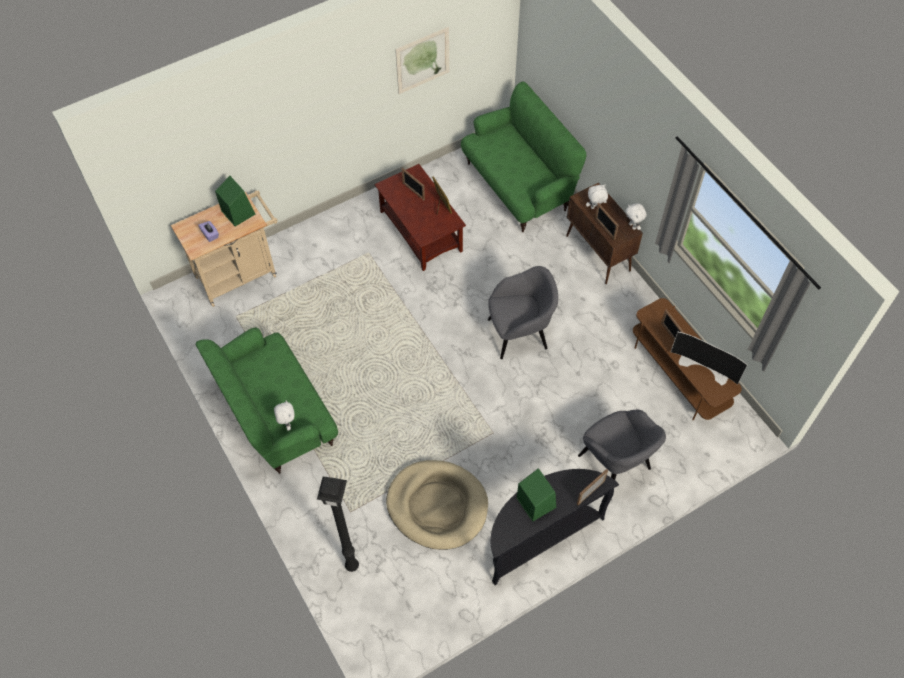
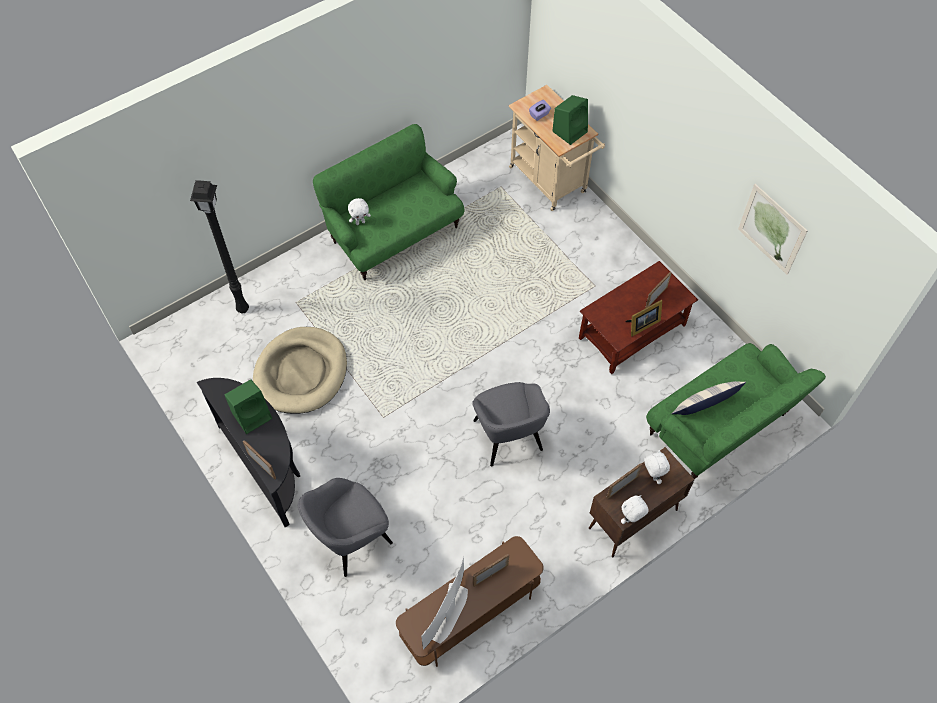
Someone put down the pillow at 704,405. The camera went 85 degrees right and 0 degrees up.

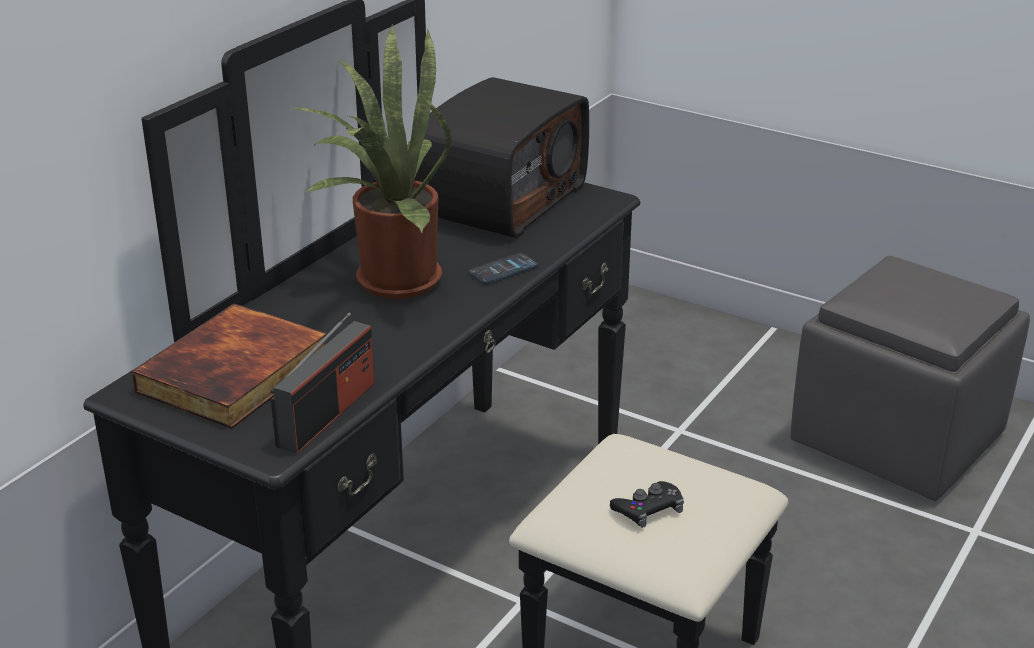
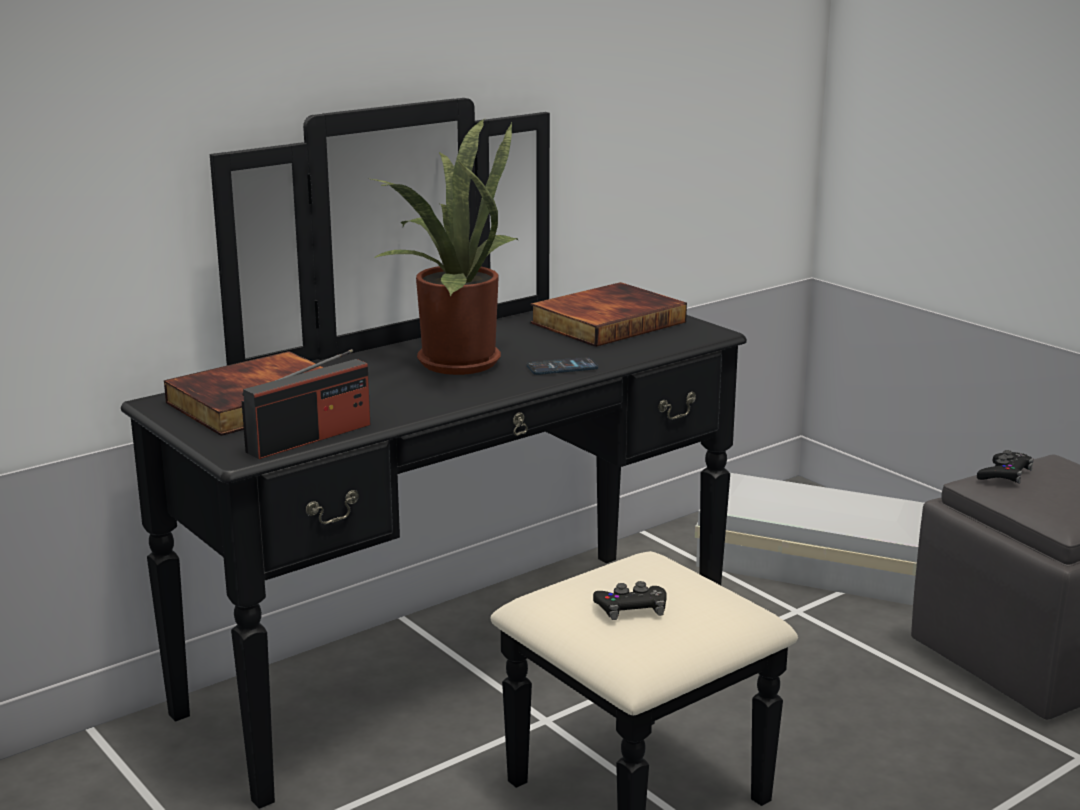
Someone swapped the radio at 501,199 for the book at 607,321. Someone put down the white storage box at 810,561. Someone put down the black game controller at 1005,474. The camera went 20 degrees right and 10 degrees down.

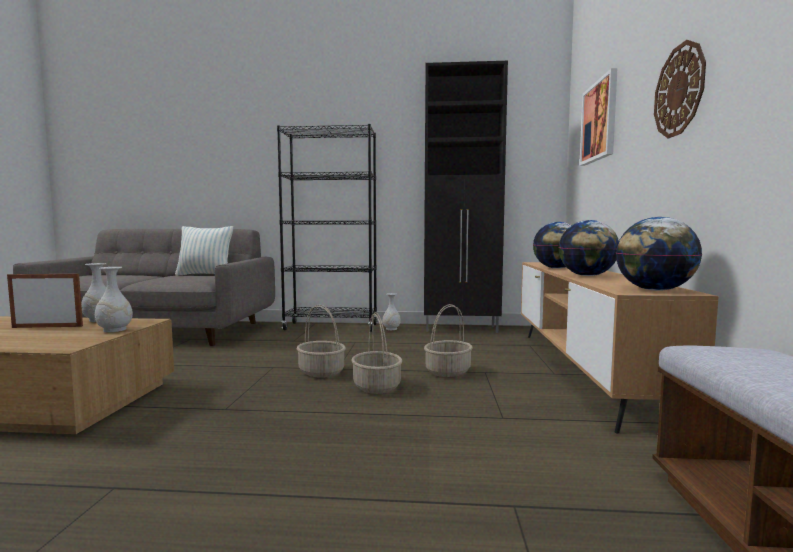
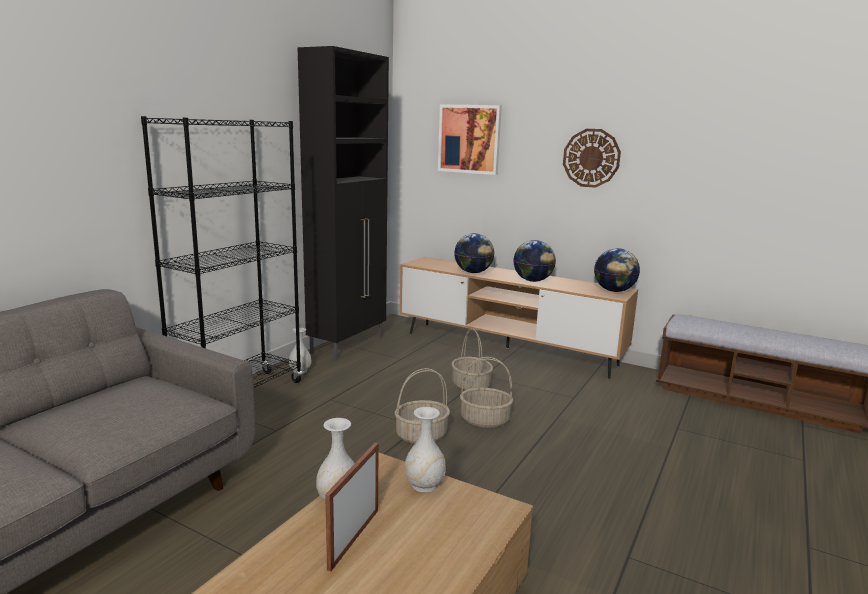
Someone took away the pillow at 205,275. The camera went 65 degrees left and 10 degrees up.

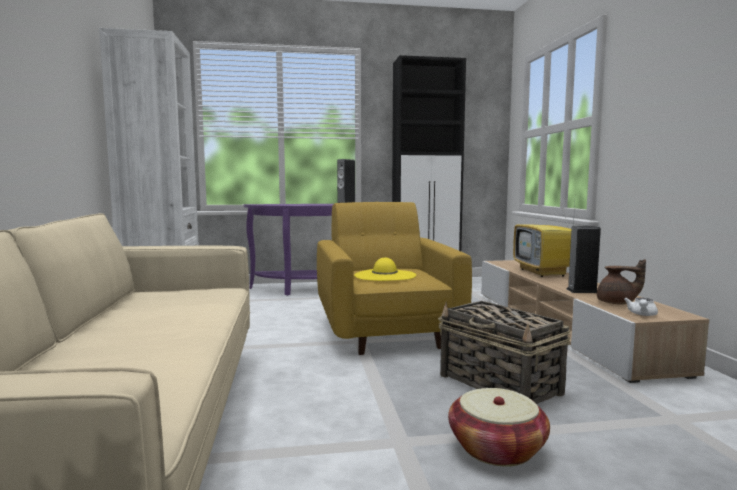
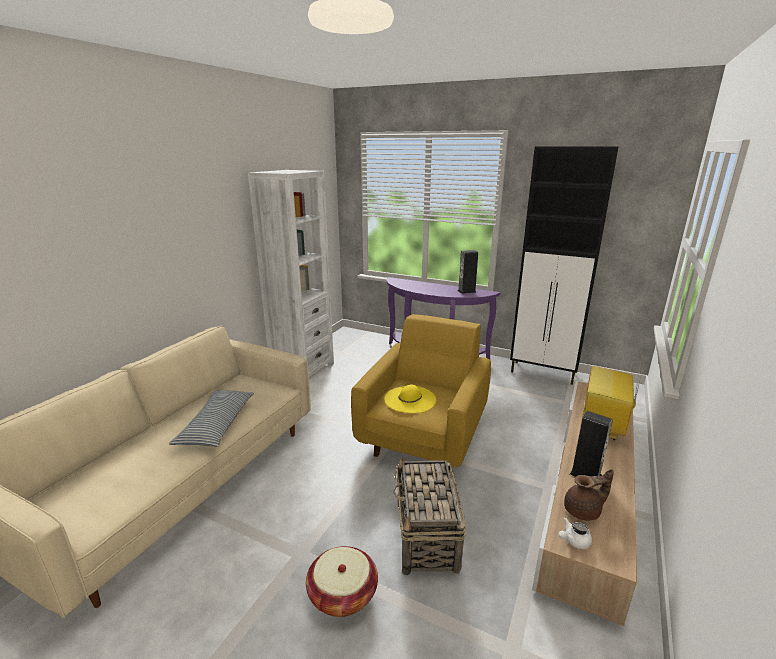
Someone rotated the brown teapot at 617,303 by 60 degrees counterclockwise. Someone put down the pillow at 217,425. The camera went 35 degrees right and 15 degrees up.

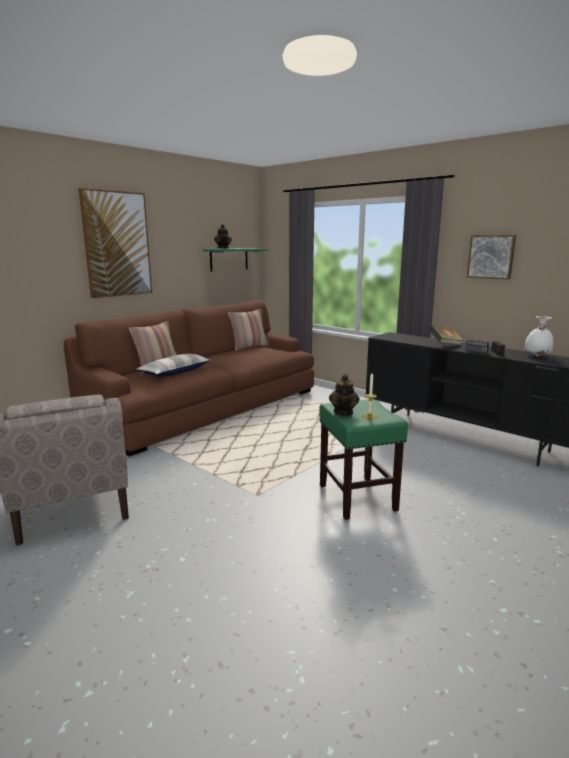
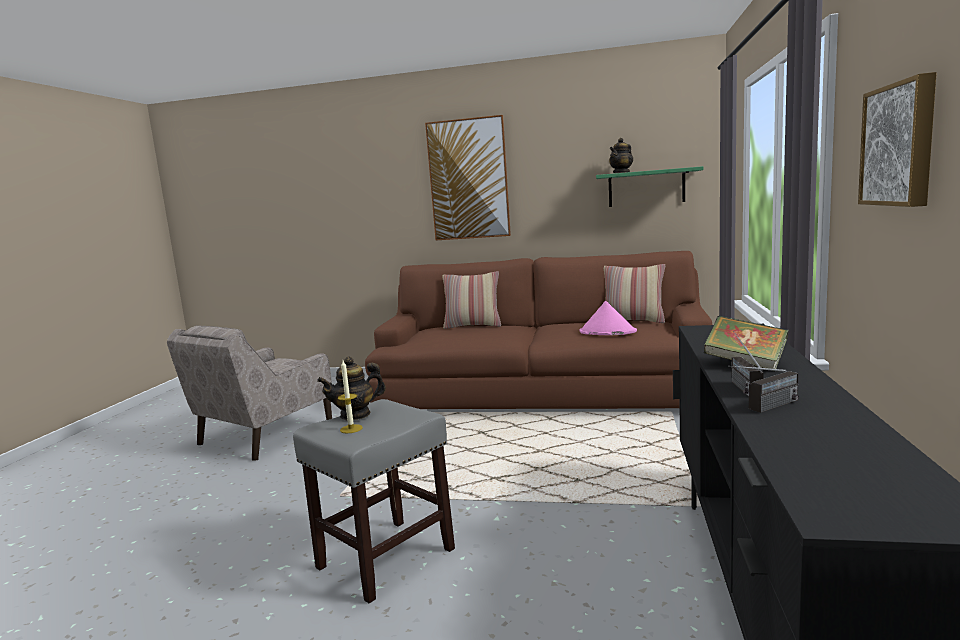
Someone took away the pillow at 175,372. Someone repainted the green stool at 358,497, which became the grey stool at 384,559. Someone took away the white vase at 536,356. Someone put down the pink hat at 607,332. The camera went 60 degrees right and 5 degrees down.

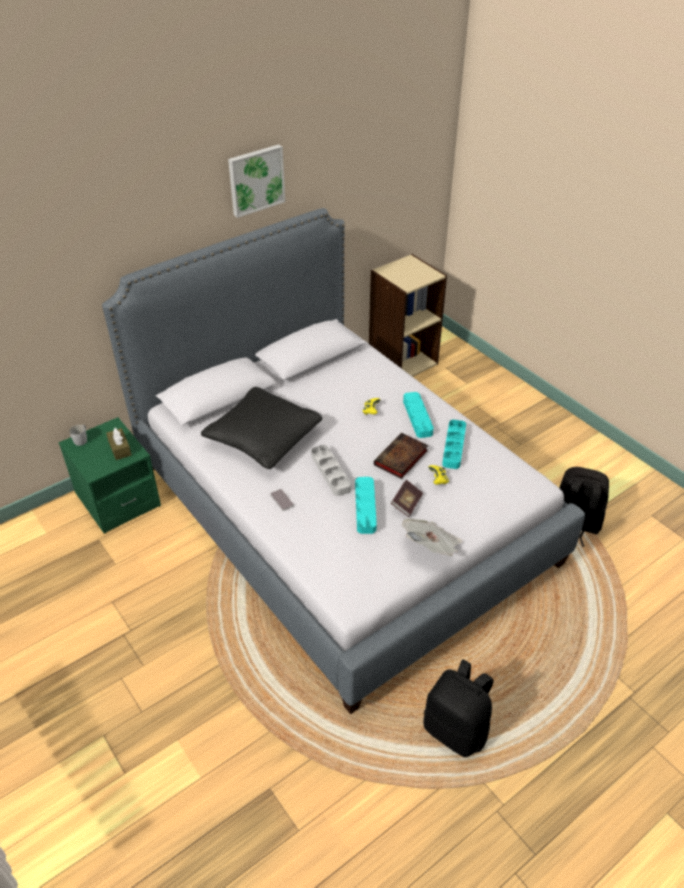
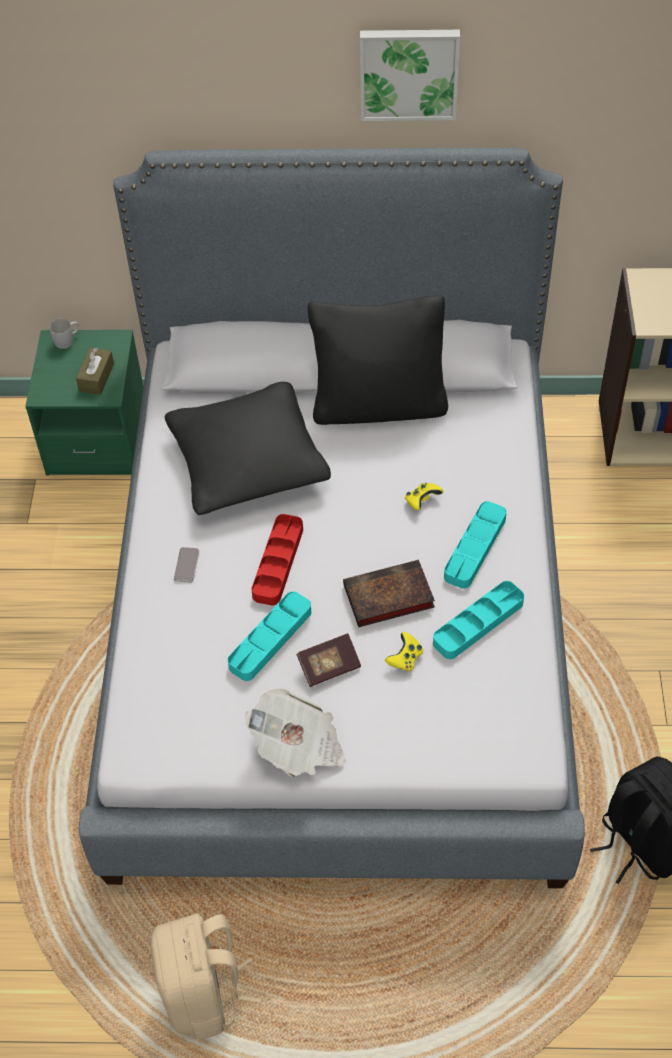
Someone repainted the grey tray at 330,472, which became the red tray at 278,562. Someone repainted the black backpack at 456,730, which became the beige backpack at 205,994. Someone put down the black pillow at 379,405. The camera went 40 degrees right and 10 degrees up.

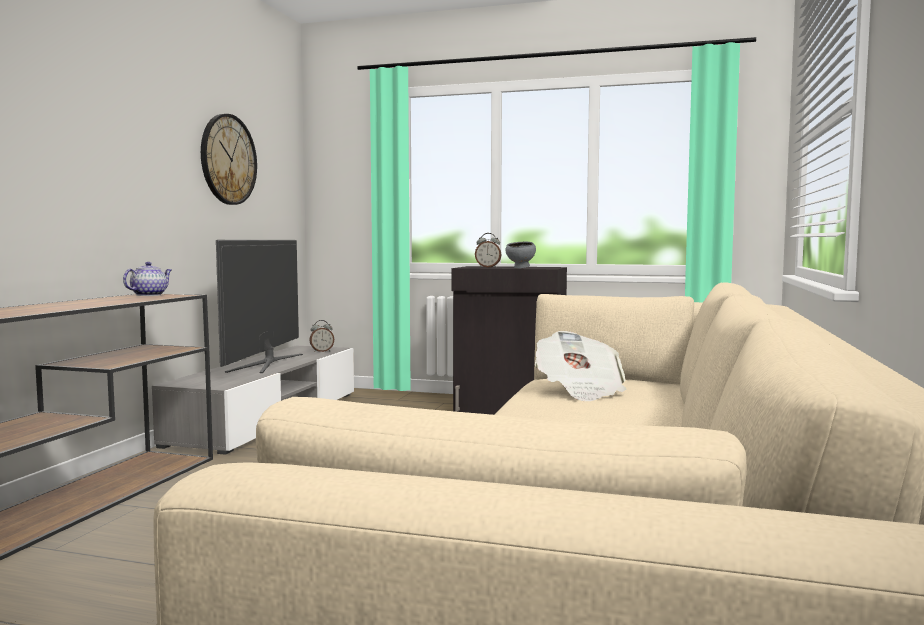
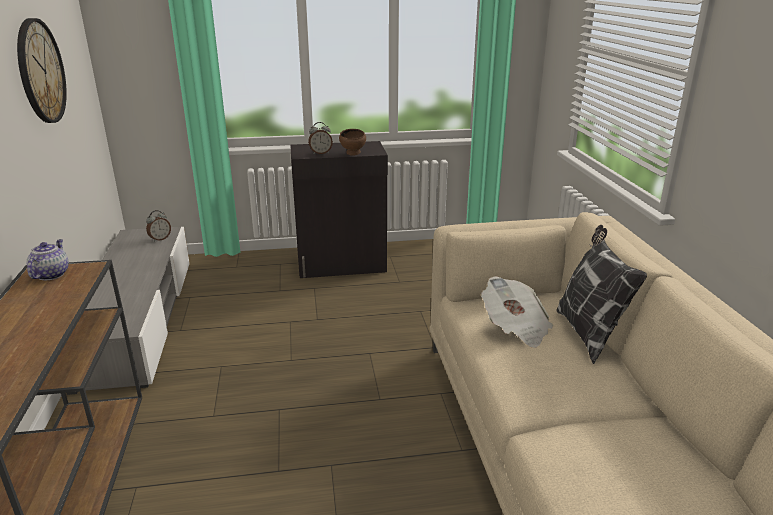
Someone took away the television at 266,362. Someone repainted the grey bowl at 521,268, which became the brown bowl at 353,154. Someone put down the pillow at 588,333. The camera went 25 degrees left and 20 degrees up.

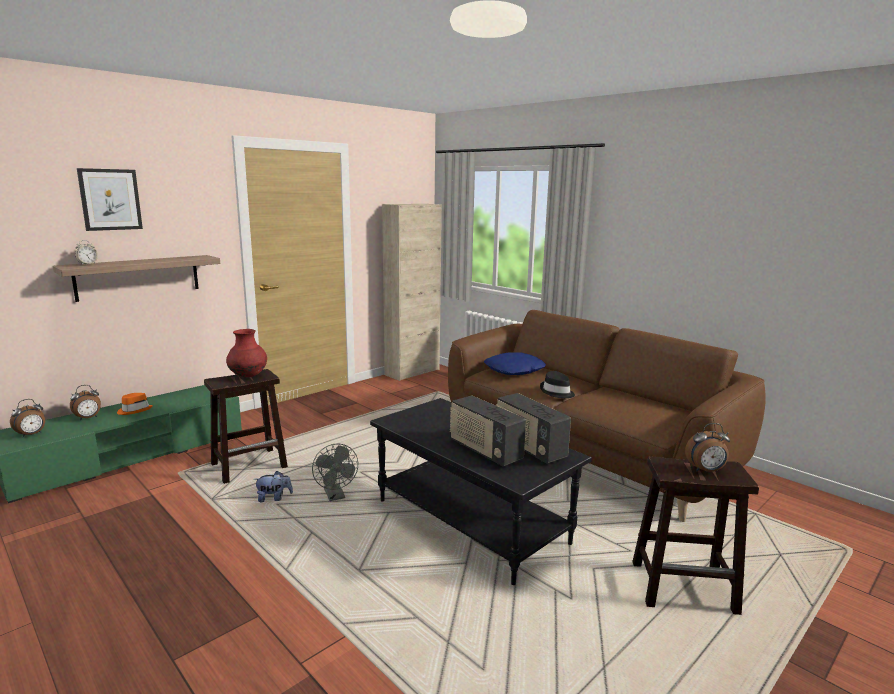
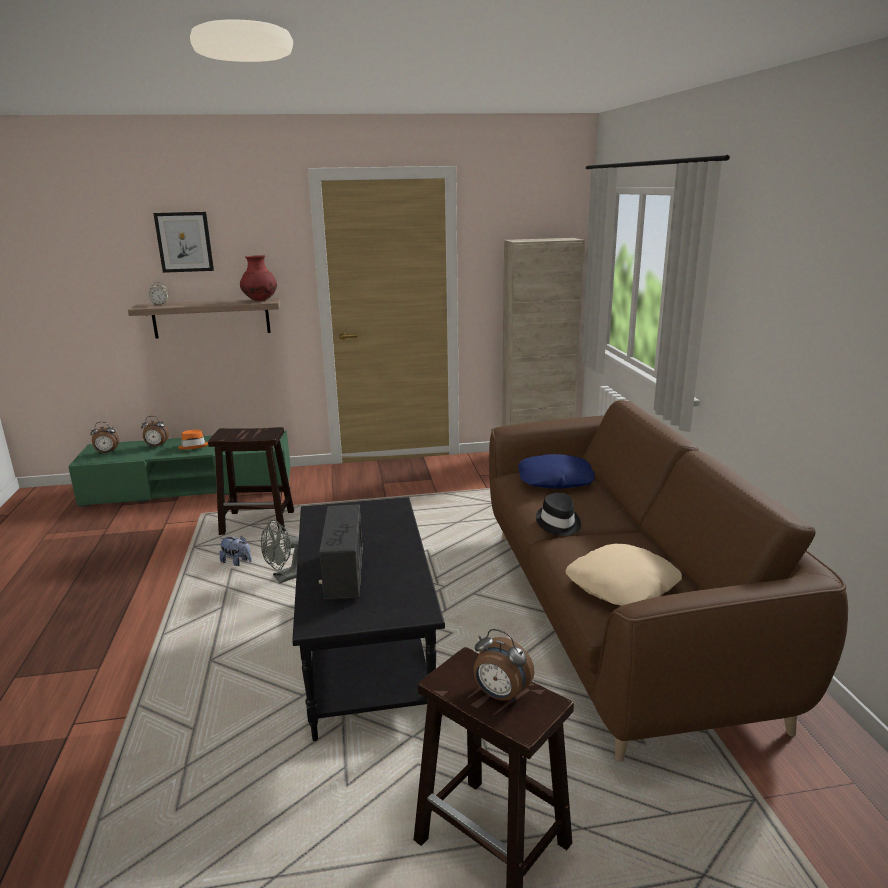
Someone carried the red vase from 248,376 to 260,301. Someone rotated the grey fan at 336,496 by 45 degrees clockwise. Someone took away the radio at 529,448. Someone put down the beige pillow at 623,585. The camera went 35 degrees right and 5 degrees up.

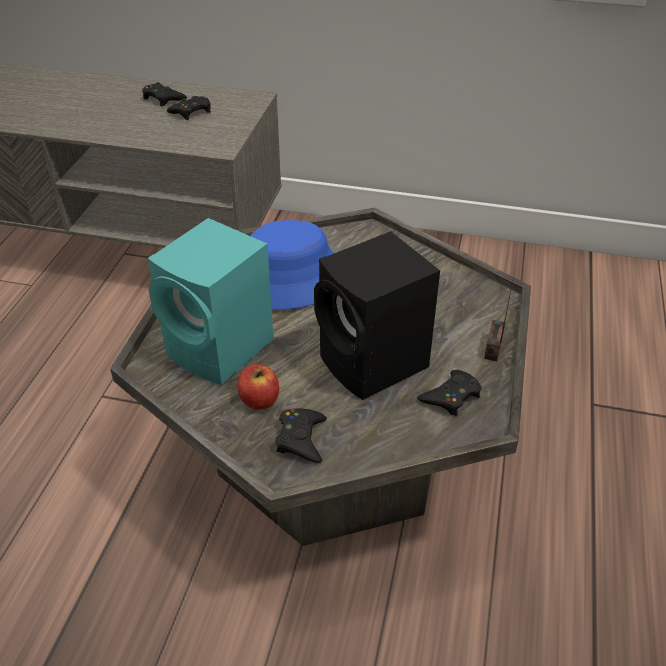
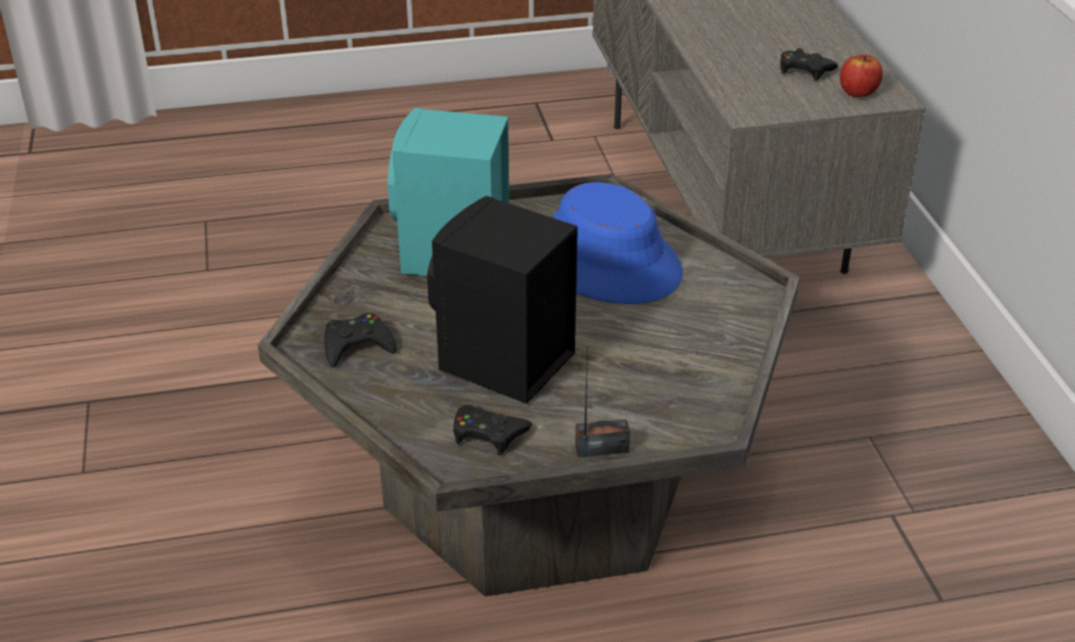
Someone took away the black game controller at 163,98. Someone carried the apple from 259,400 to 858,92. The camera went 65 degrees right and 5 degrees down.

